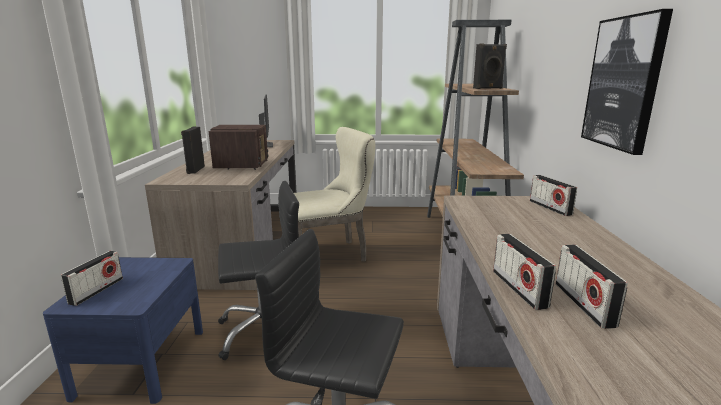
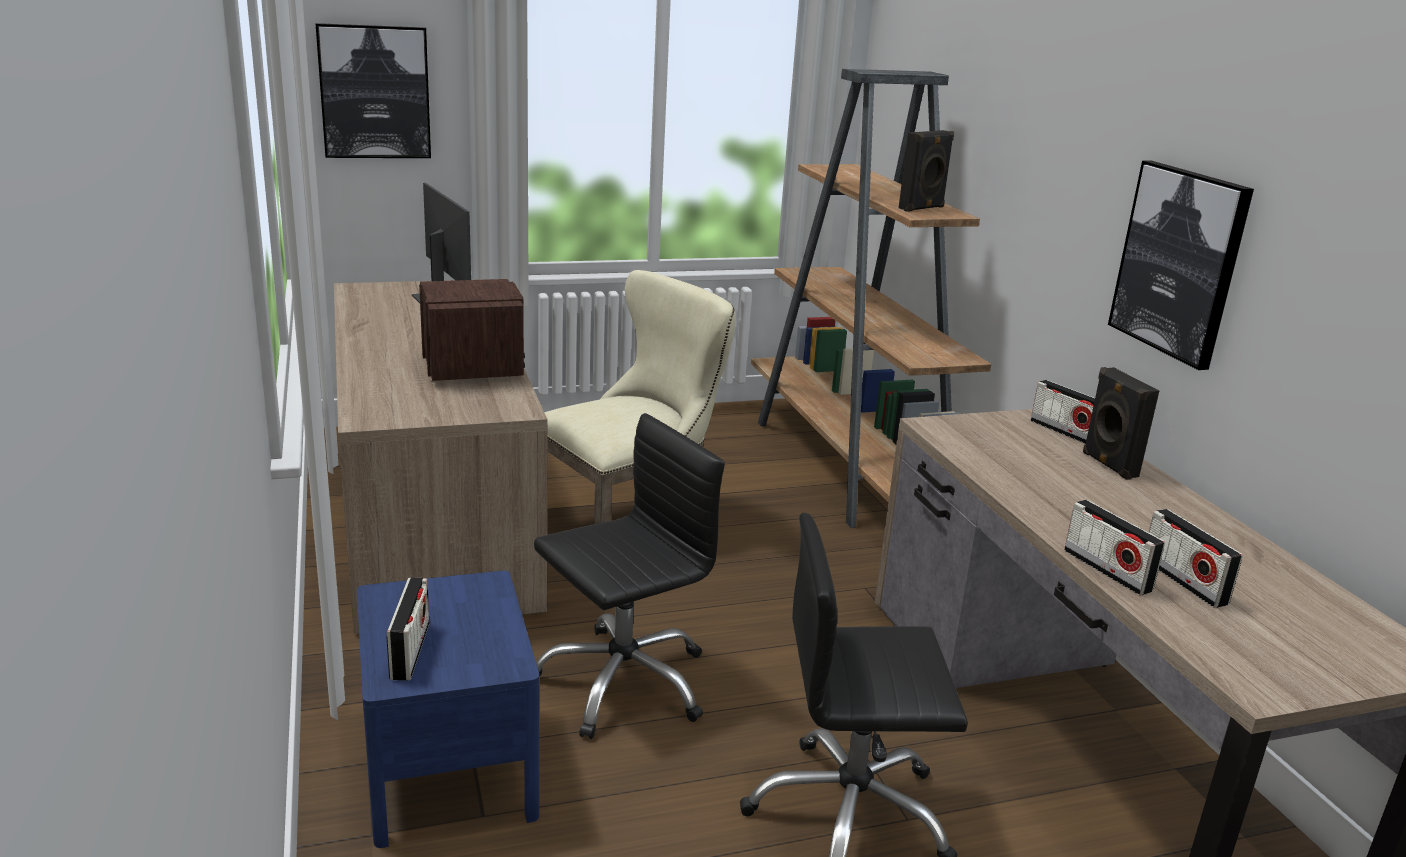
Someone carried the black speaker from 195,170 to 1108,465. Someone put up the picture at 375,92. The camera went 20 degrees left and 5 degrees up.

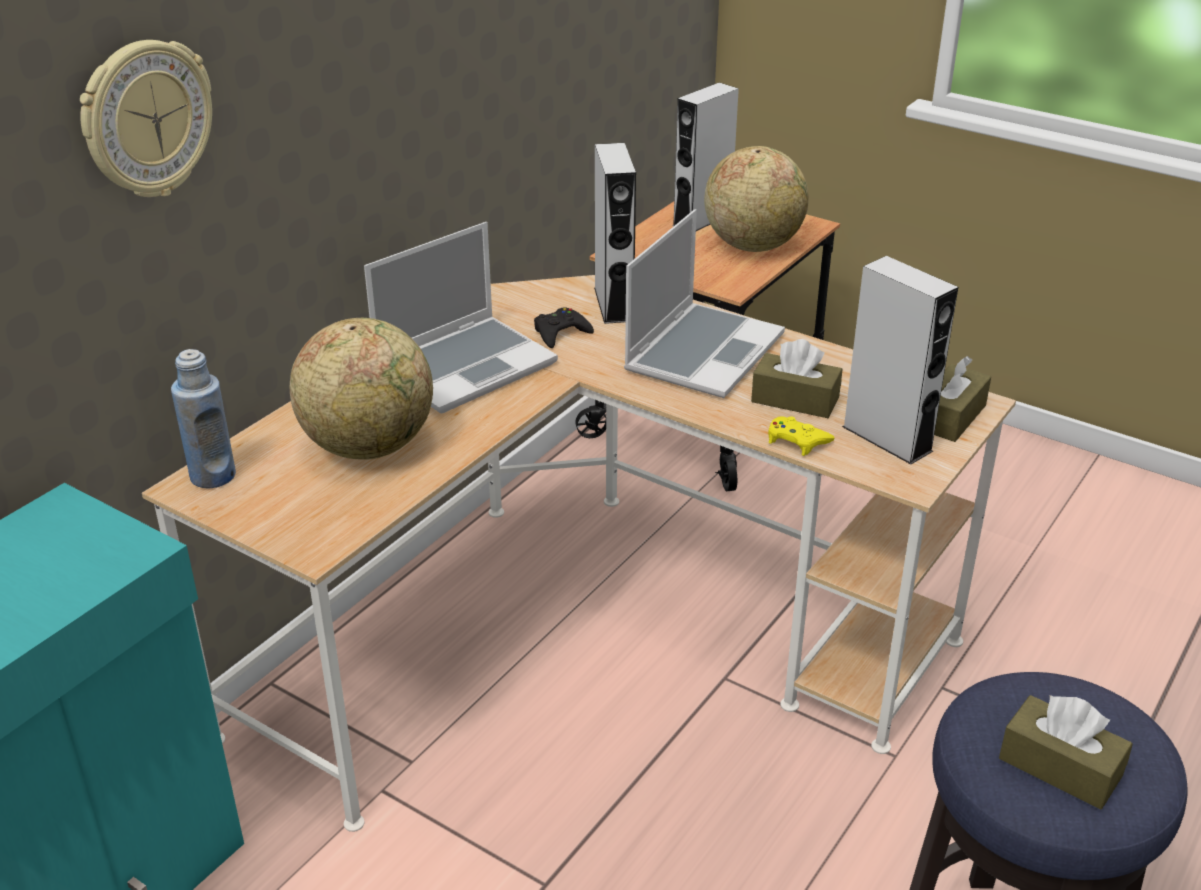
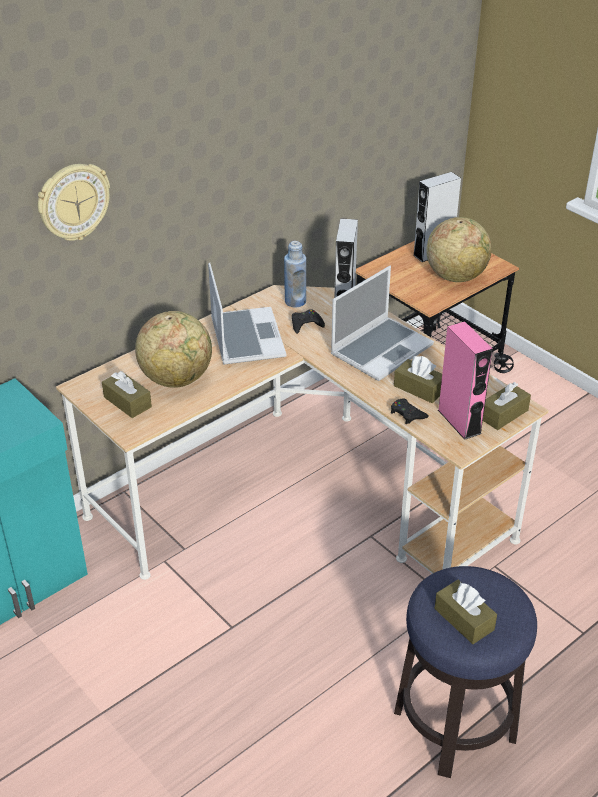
Someone carried the blue bottle from 212,476 to 295,301. Someone rotated the laptop at 466,366 by 75 degrees counterclockwise. Someone repainted the yellow game controller at 797,440, which became the black game controller at 407,414. Someone repainted the grey speaker at 887,438, which became the pink speaker at 459,421. Someone put down the brown tissue box at 127,402. The camera went 15 degrees right and 5 degrees up.

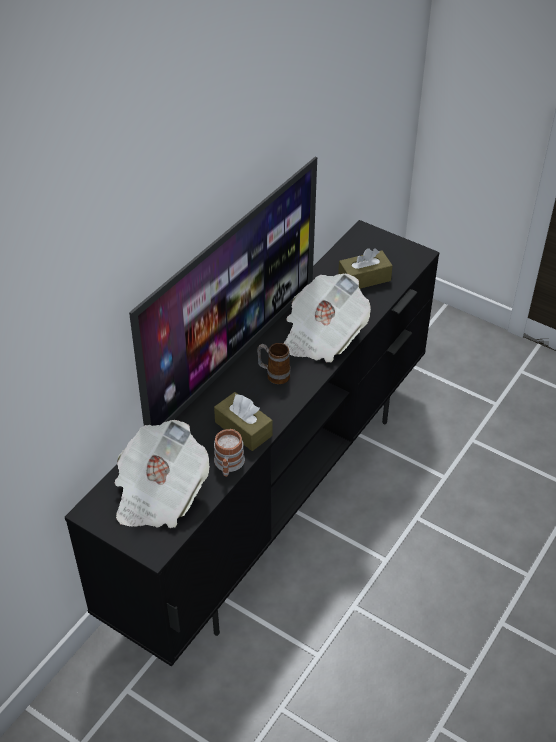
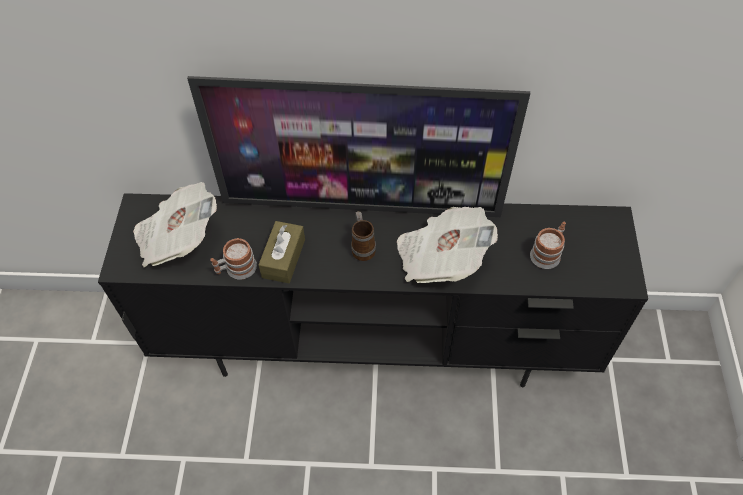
Someone swapped the brown tissue box at 364,278 for the mug at 548,253. The camera went 60 degrees right and 10 degrees up.

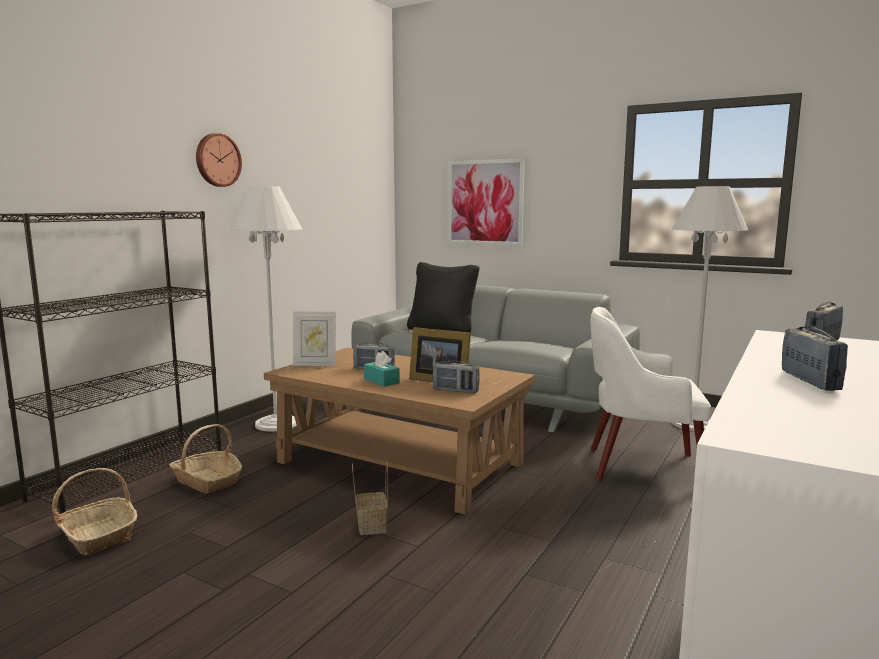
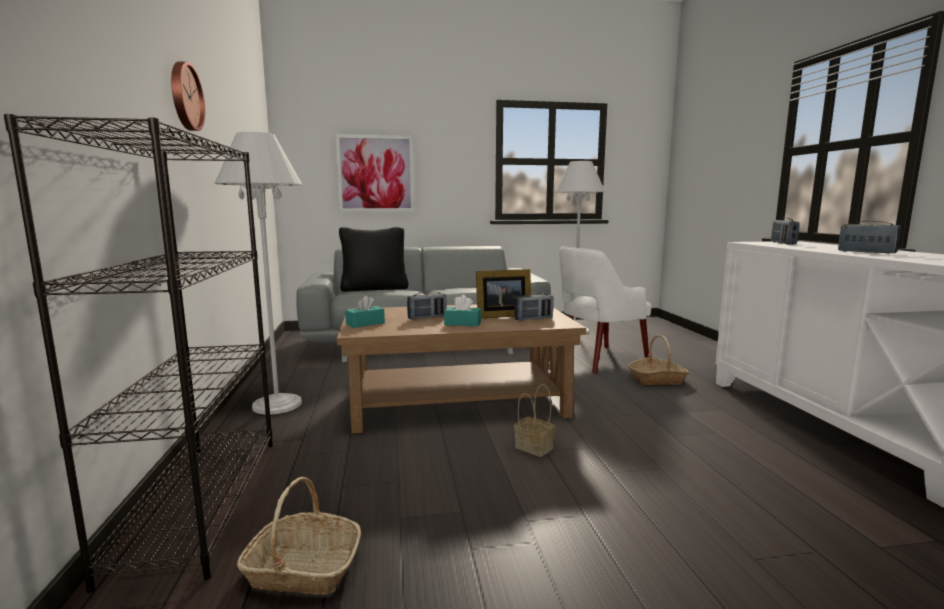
Someone carried the basket from 207,481 to 657,380. Someone swapped the picture frame at 315,364 for the turquoise tissue box at 365,323. The camera went 40 degrees left and 0 degrees up.

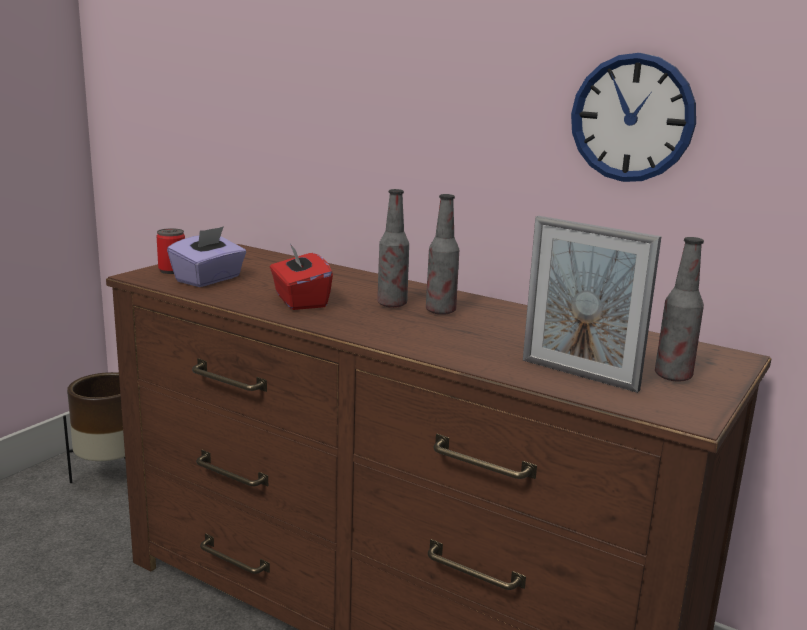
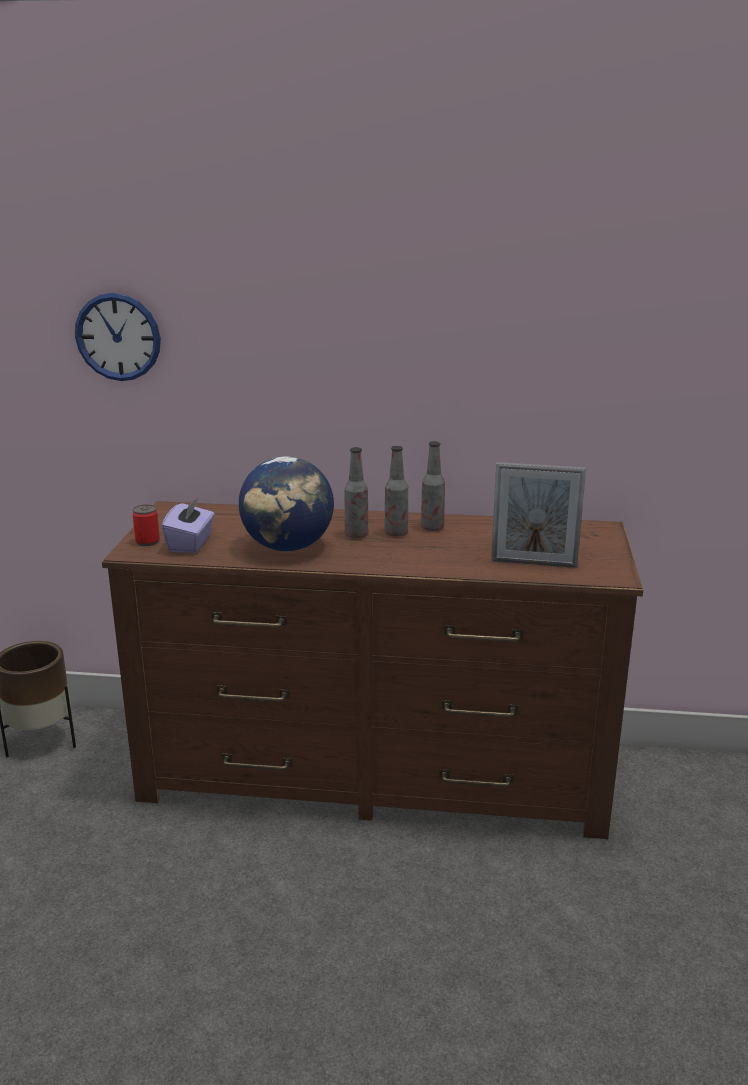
Someone swapped the red tissue box at 299,301 for the globe at 288,547. Someone carried the wall clock from 632,118 to 118,337. Someone carried the bottle from 673,376 to 432,528. The camera went 25 degrees left and 5 degrees up.

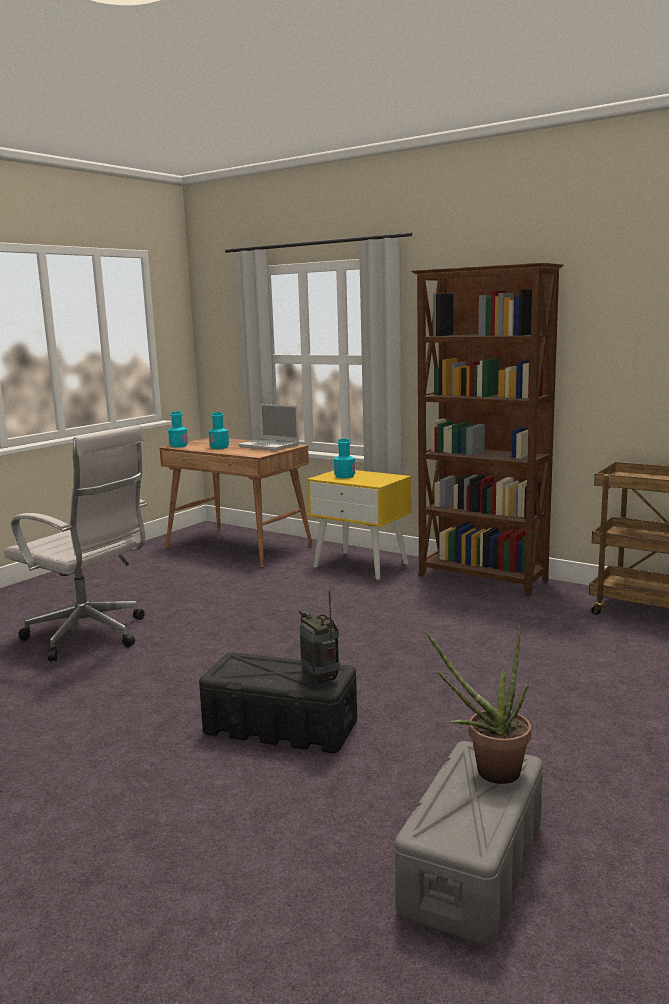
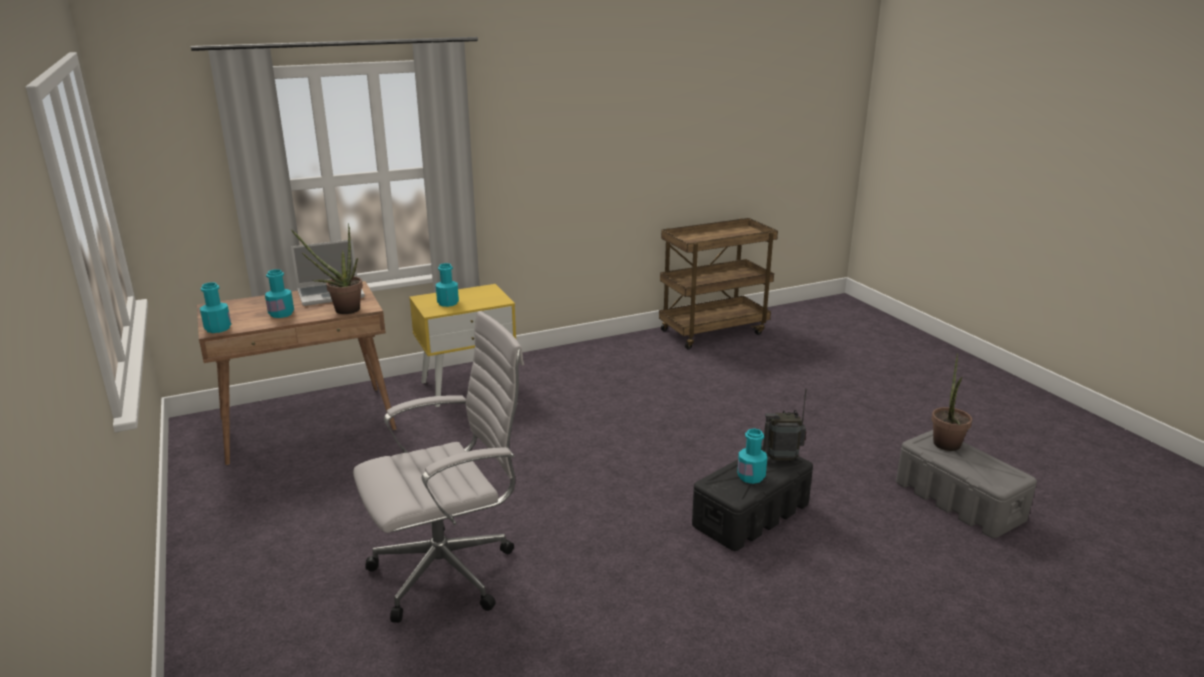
Someone took away the brown bookcase at 482,578. Someone put down the potted plant at 341,310. Someone put down the turquoise bottle at 751,477. The camera went 60 degrees left and 10 degrees up.

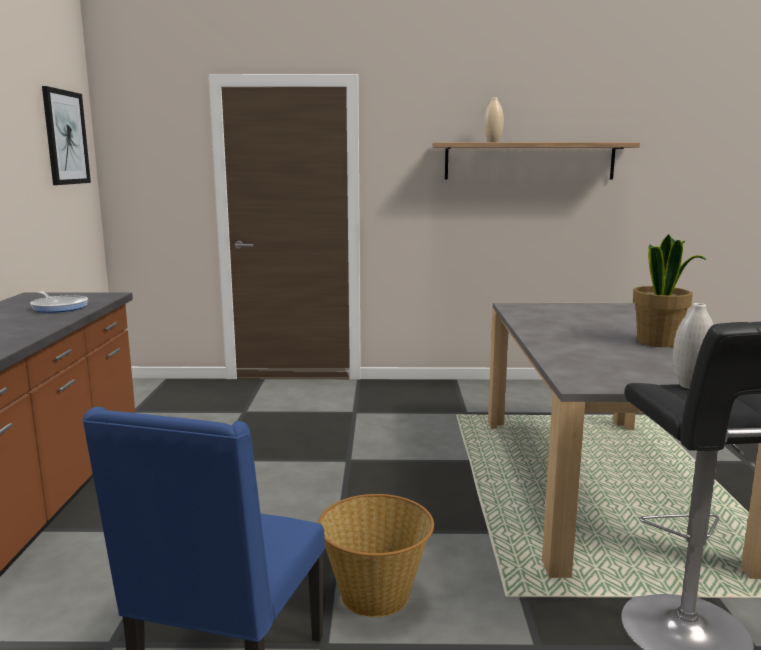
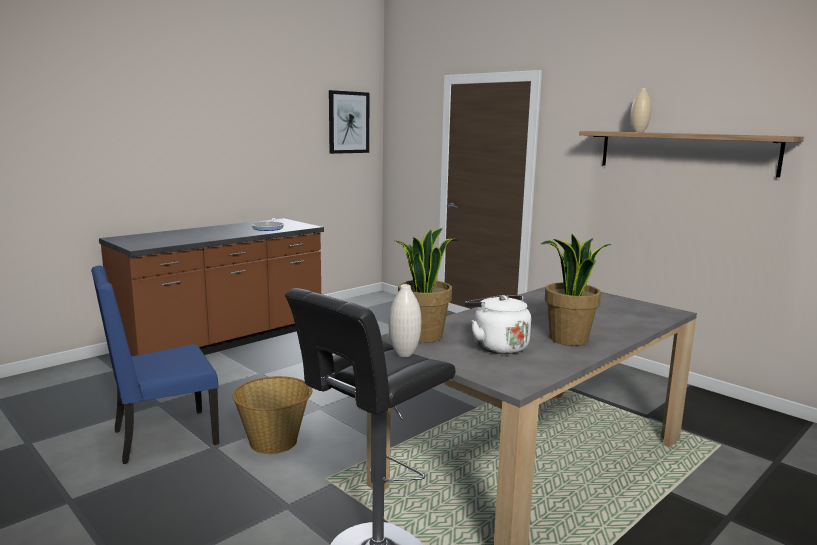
Someone put down the potted plant at 423,336. Someone put down the white kettle at 497,346. The camera went 45 degrees right and 0 degrees up.

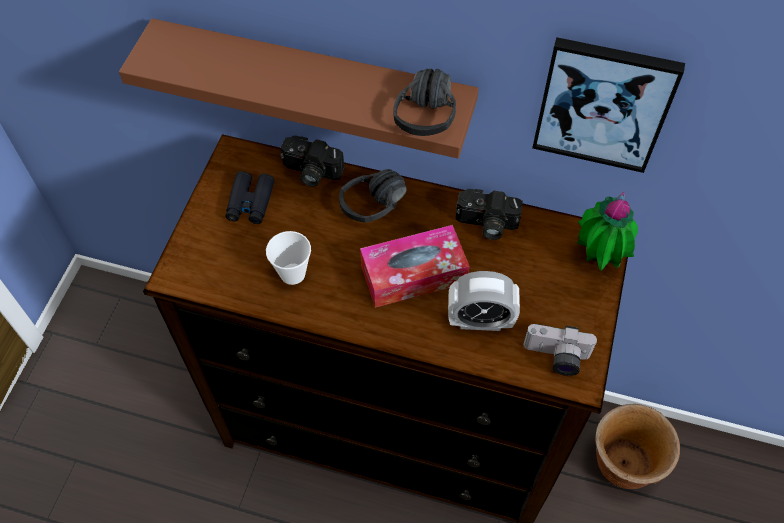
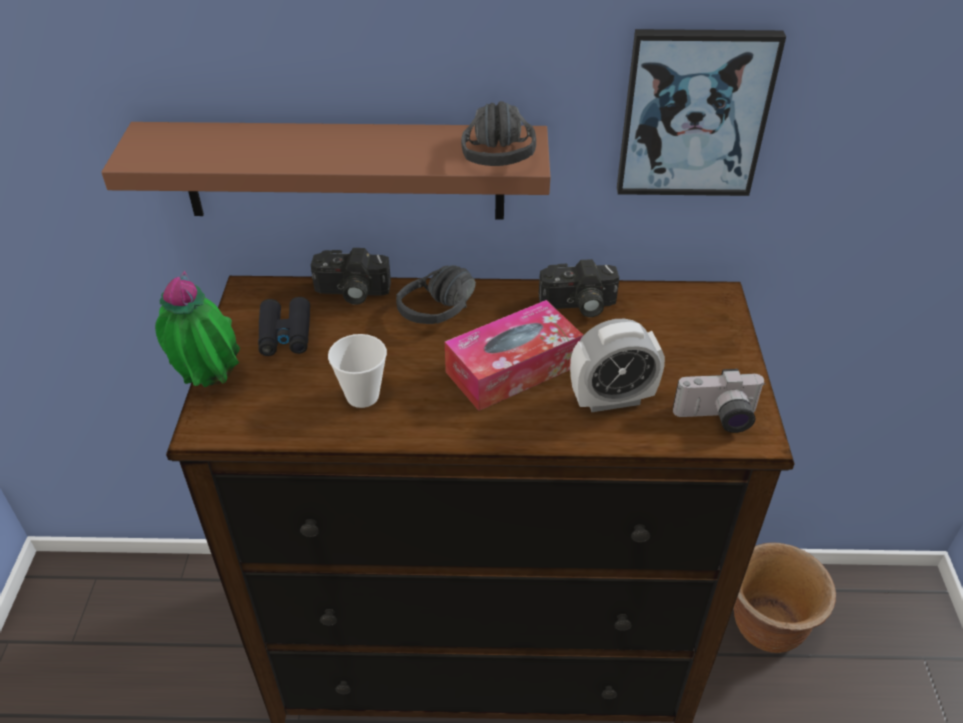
Someone carried the potted plant from 597,259 to 209,384. The camera went 15 degrees left and 15 degrees down.

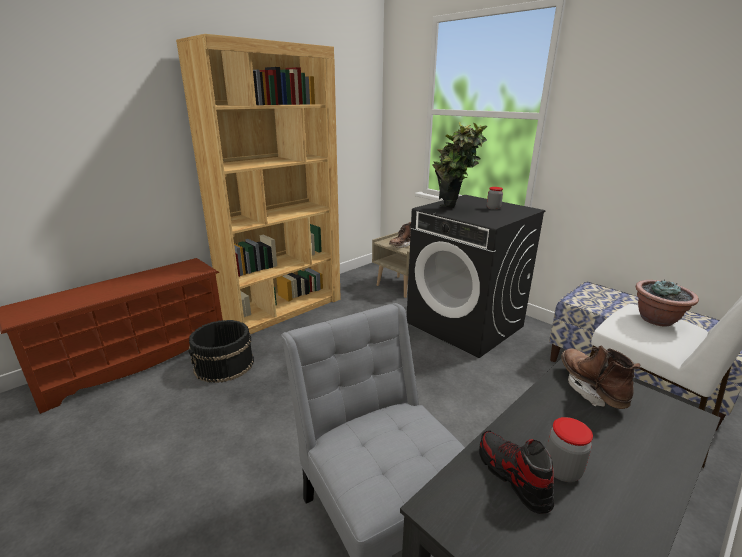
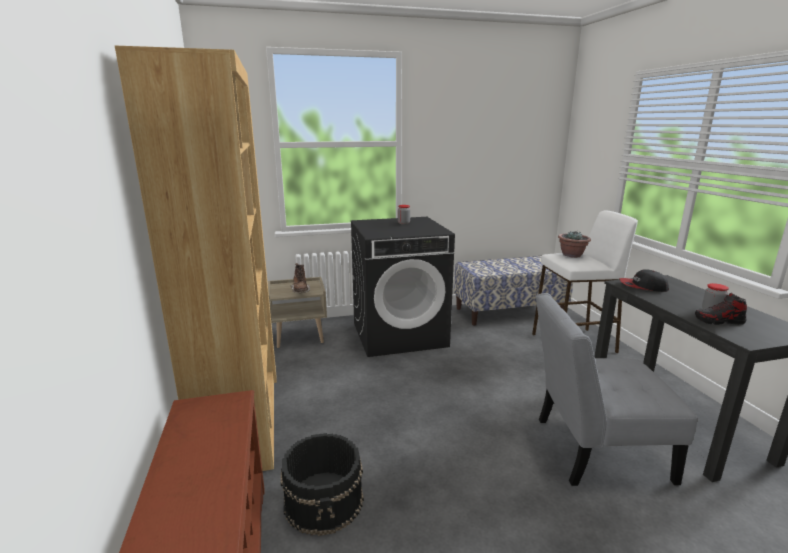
Someone took away the potted plant at 454,211. Someone swapped the brown boot at 591,389 for the cap at 642,286. The camera went 60 degrees left and 5 degrees down.

